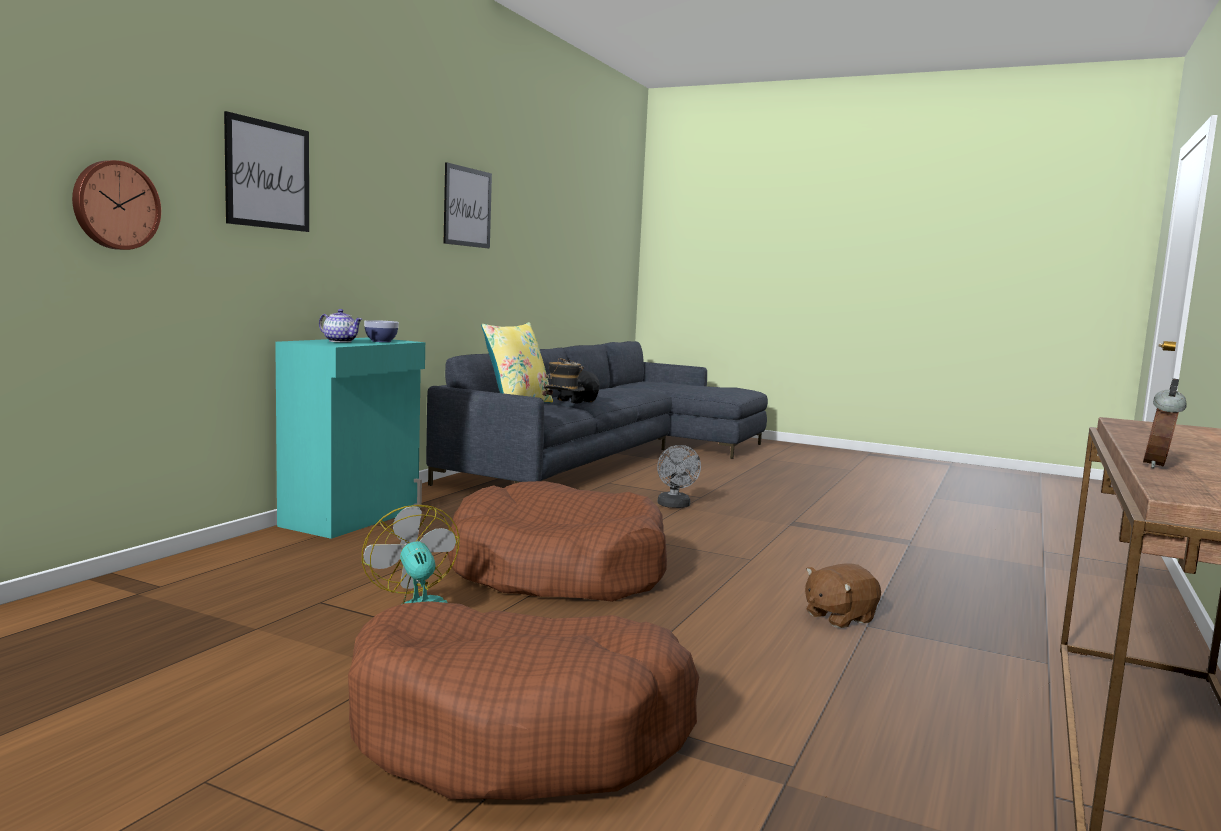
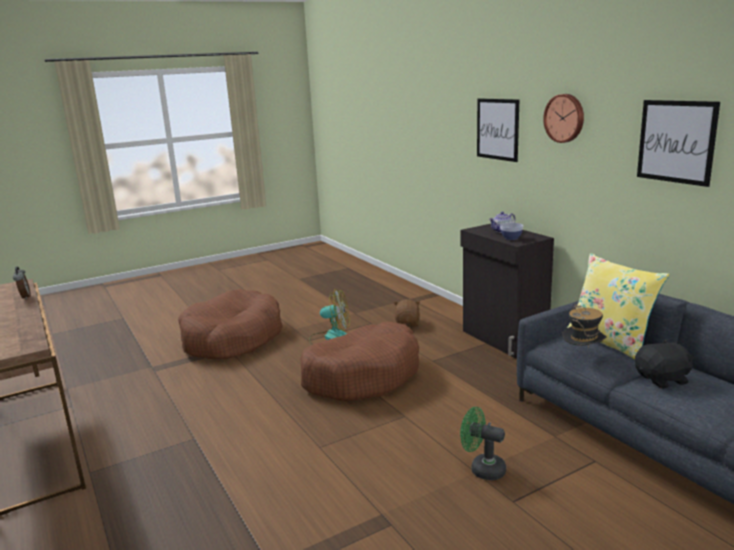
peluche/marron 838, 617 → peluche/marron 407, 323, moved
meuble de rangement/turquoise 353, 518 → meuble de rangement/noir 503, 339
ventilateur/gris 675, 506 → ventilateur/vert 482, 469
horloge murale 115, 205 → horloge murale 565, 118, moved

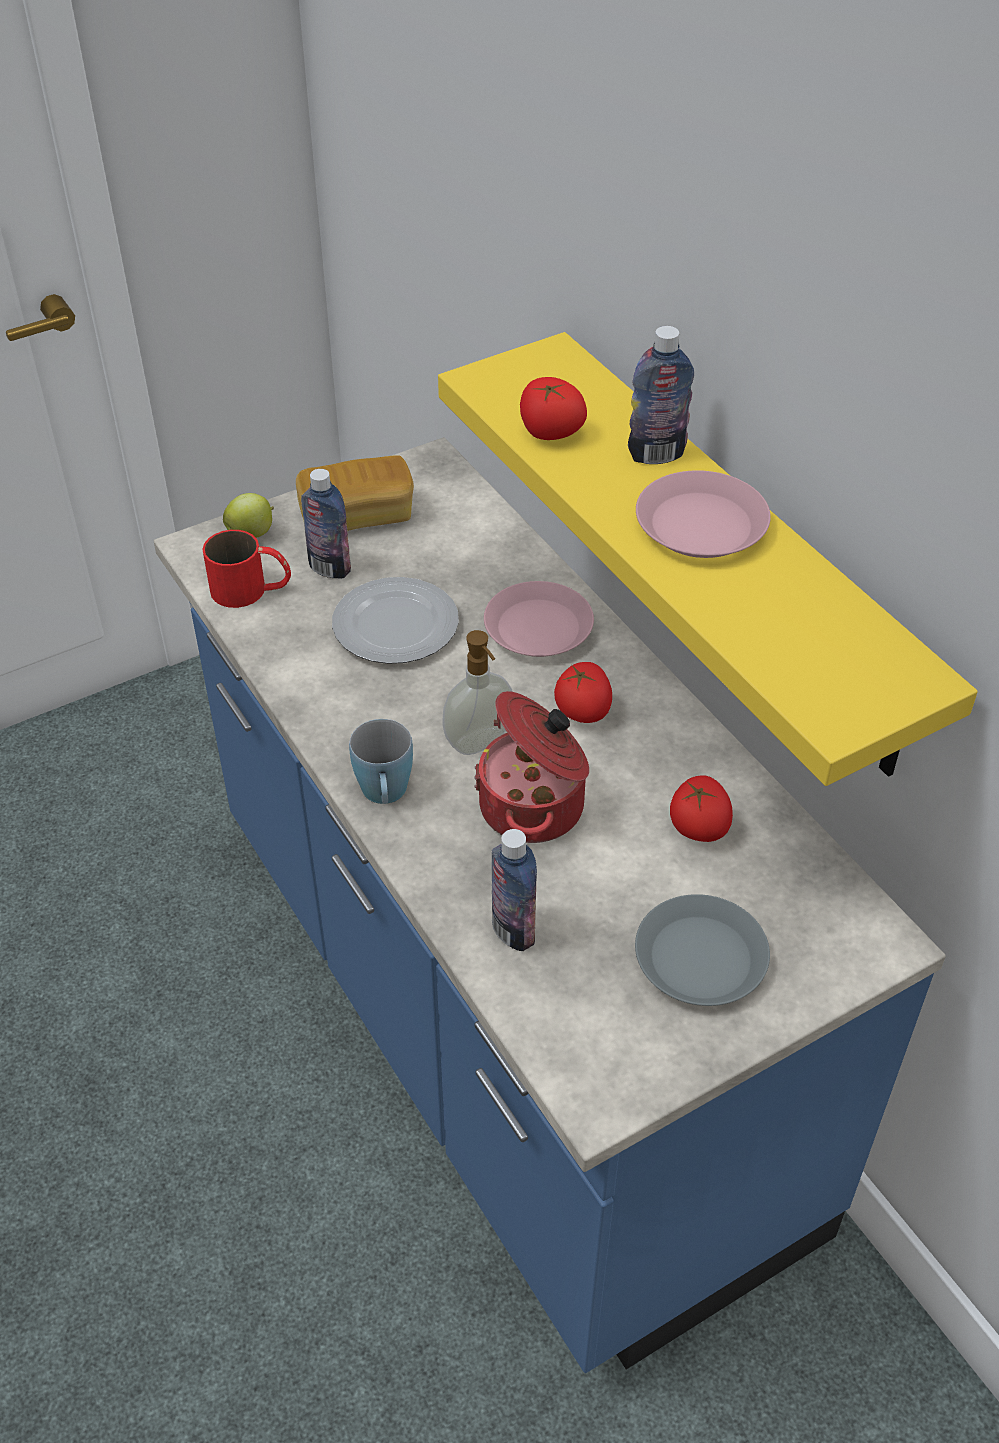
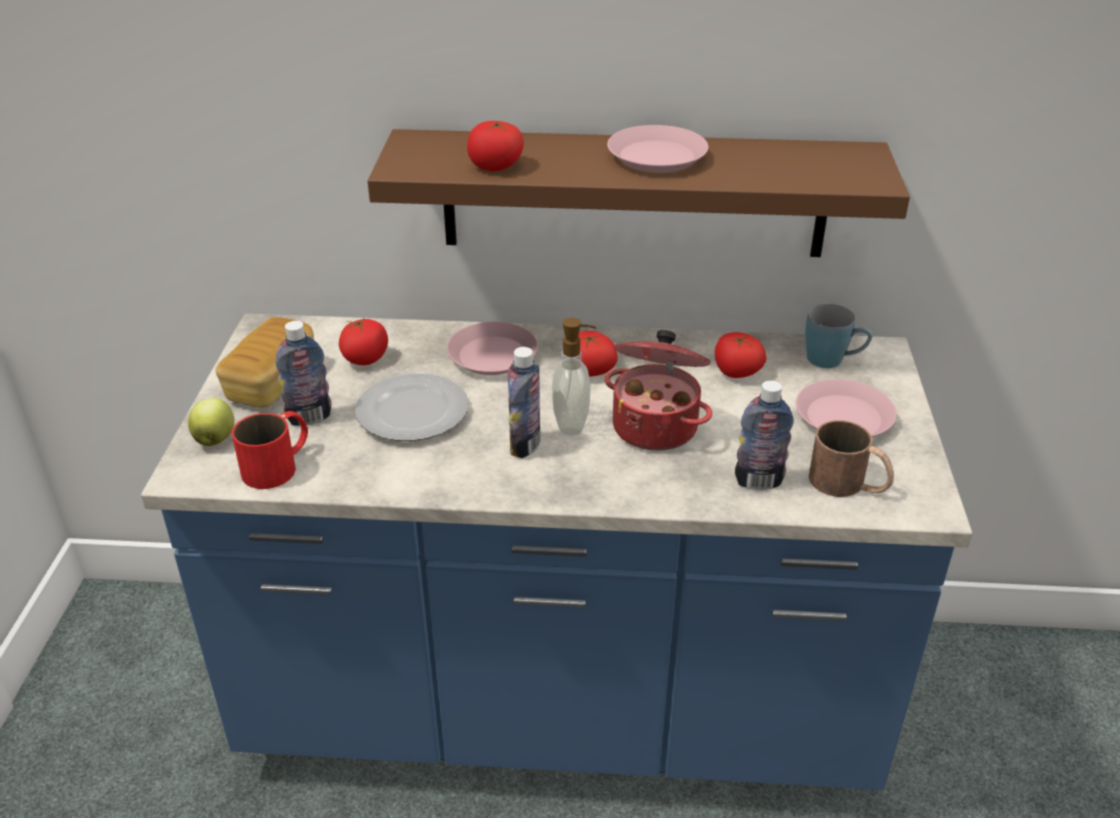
- → tomate 365, 359
étagère/jaune 735, 553 → étagère/marron 634, 194
bouteille 656, 454 → bouteille 525, 445, moved
assiette/gris 699, 958 → assiette/rose 843, 418
mug/bleu 385, 796 → mug/bleu 833, 361, moved
- → mug/marron 849, 484

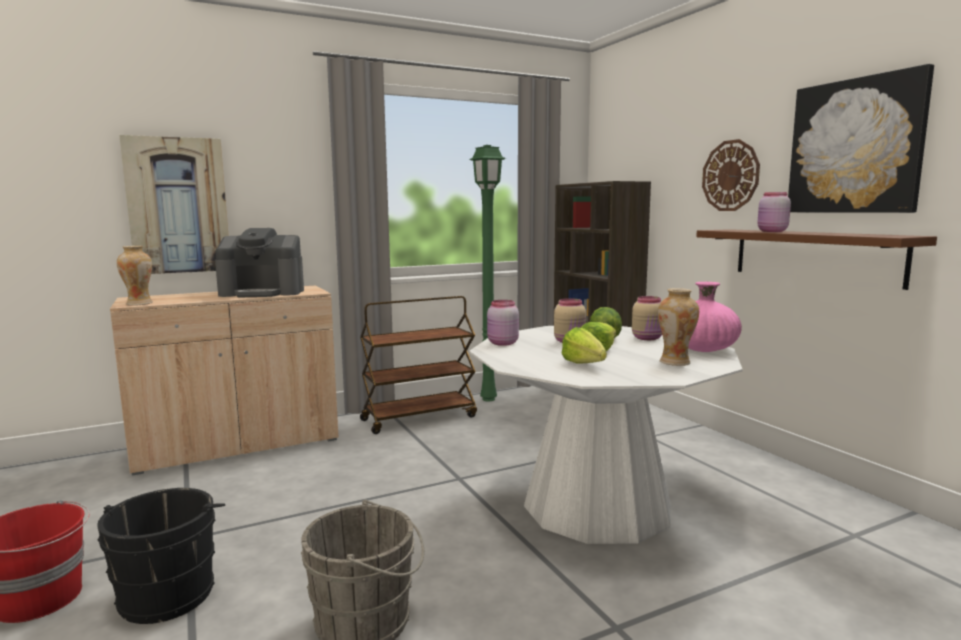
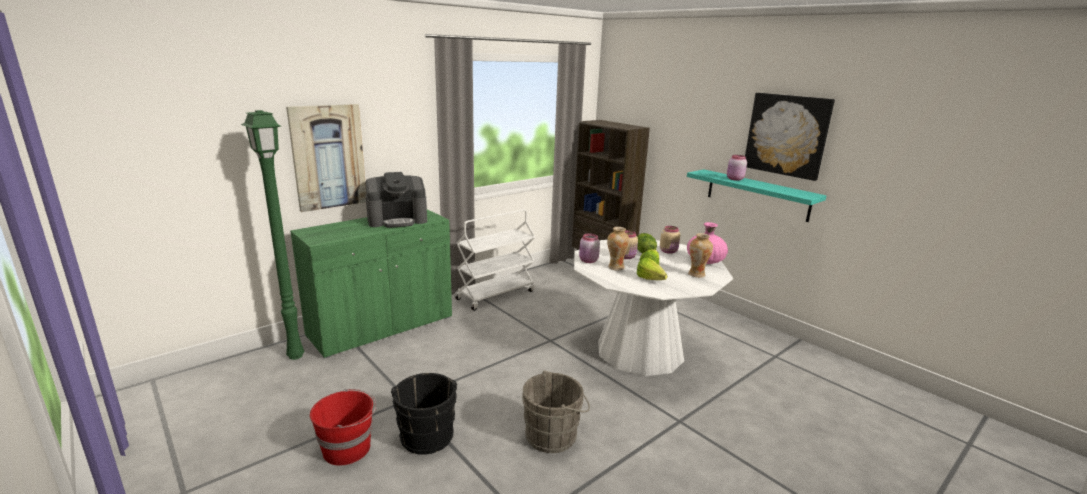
lampadaire/vert 489, 399 → lampadaire/vert 296, 355, moved
meuble de rangement/beige 238, 445 → meuble de rangement/vert 382, 327
chariot/marron 419, 418 → chariot/blanc 496, 294
vase 139, 304 → vase 616, 267, moved
étagère/marron 814, 256 → étagère/turquoise 757, 194
horloge murale 730, 176 → -

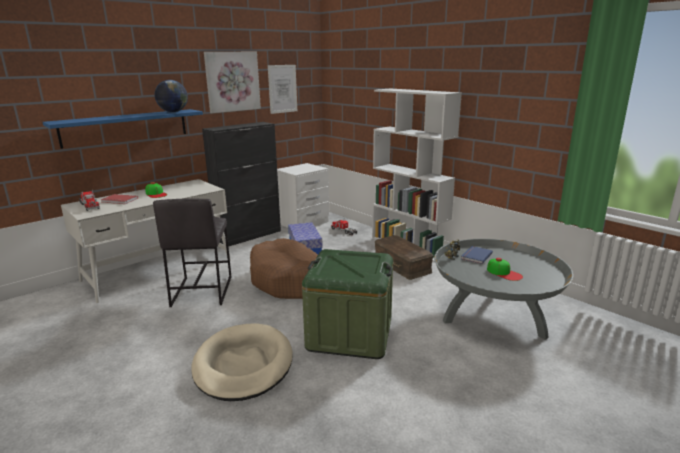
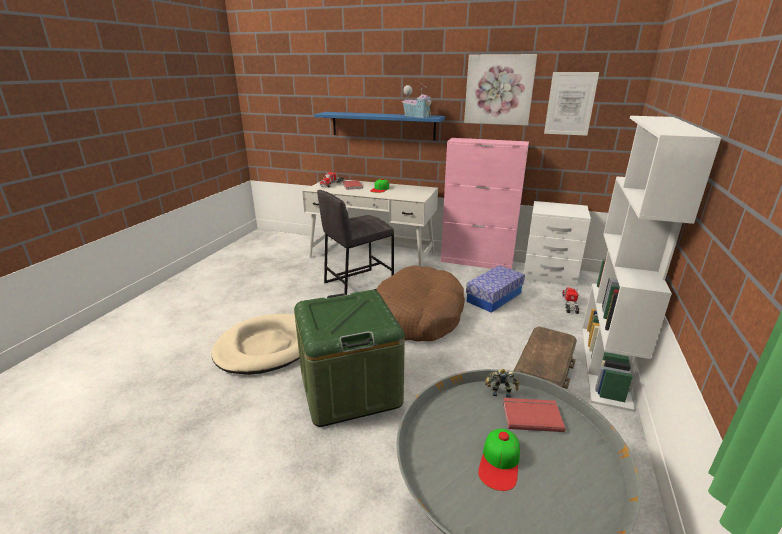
globe 173, 112 → maison miniature 417, 116
meuble de rangement/noir 249, 236 → meuble de rangement/rose 477, 262
livre/bleu 475, 256 → livre/rouge 531, 415

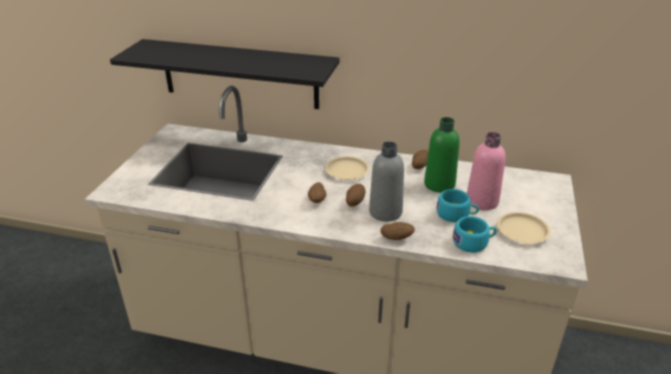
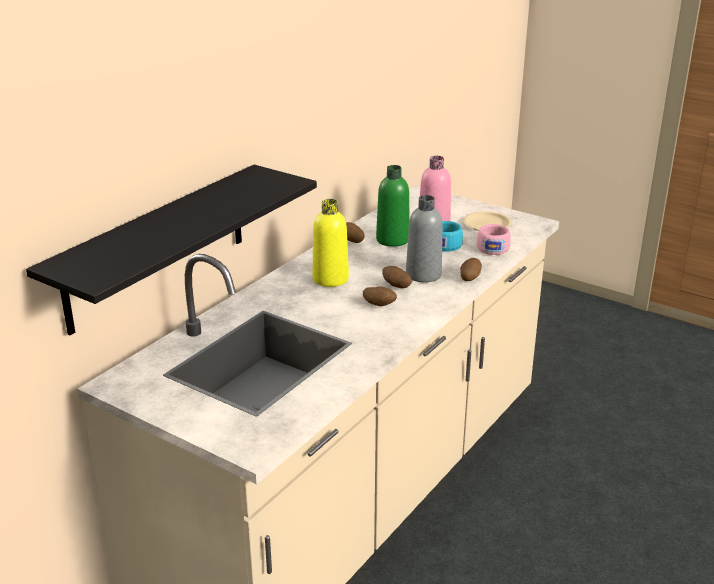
assiette/beige 346, 171 → bouteille/jaune 330, 279
tasse/turquoise 473, 242 → tasse/rose 493, 247

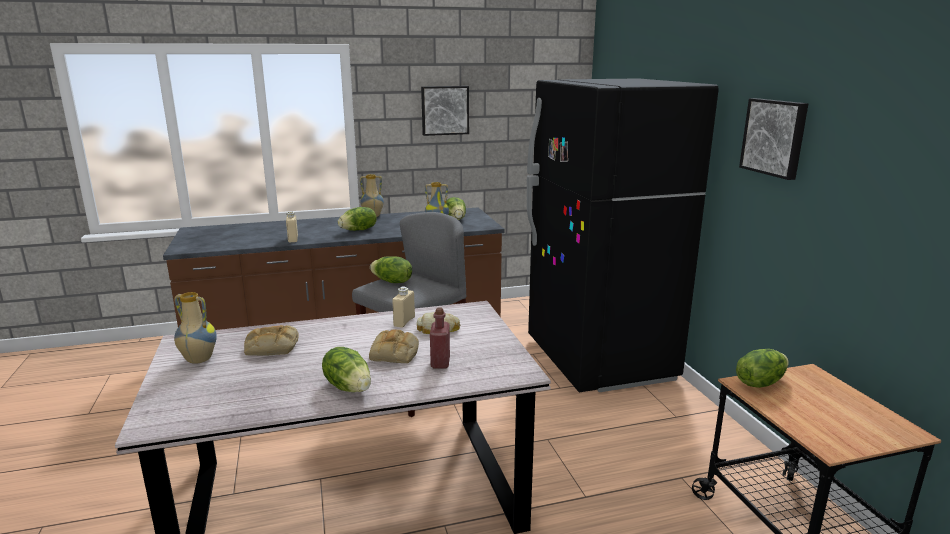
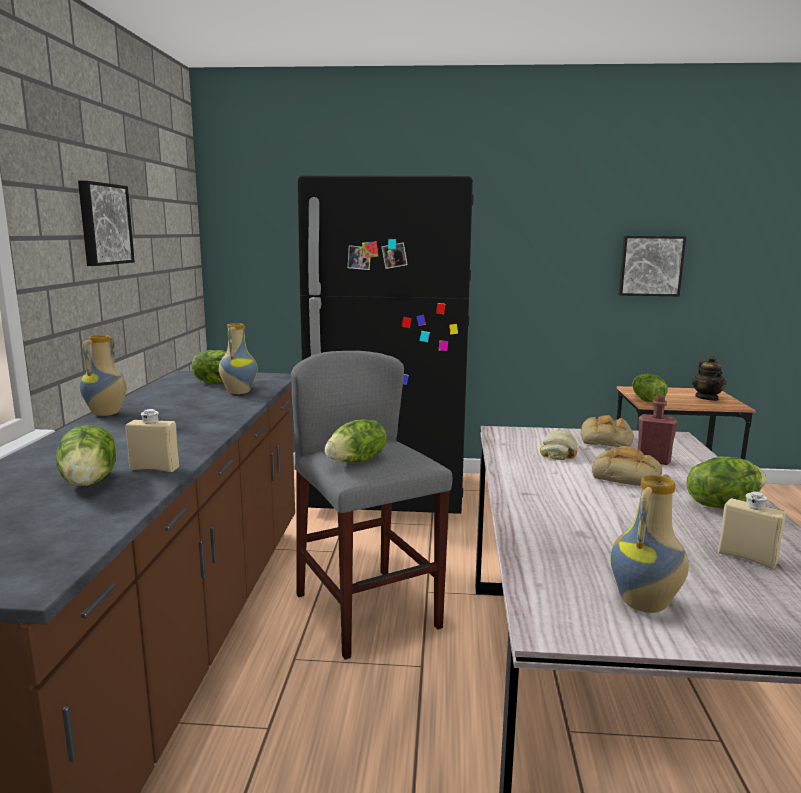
laitue 359, 230 → laitue 90, 481, moved
pain 271, 347 → pain 606, 440, moved
tableau 775, 137 → tableau 650, 266, moved
- → théière 707, 398
bouteille/beige 404, 321 → bouteille/beige 747, 558, moved

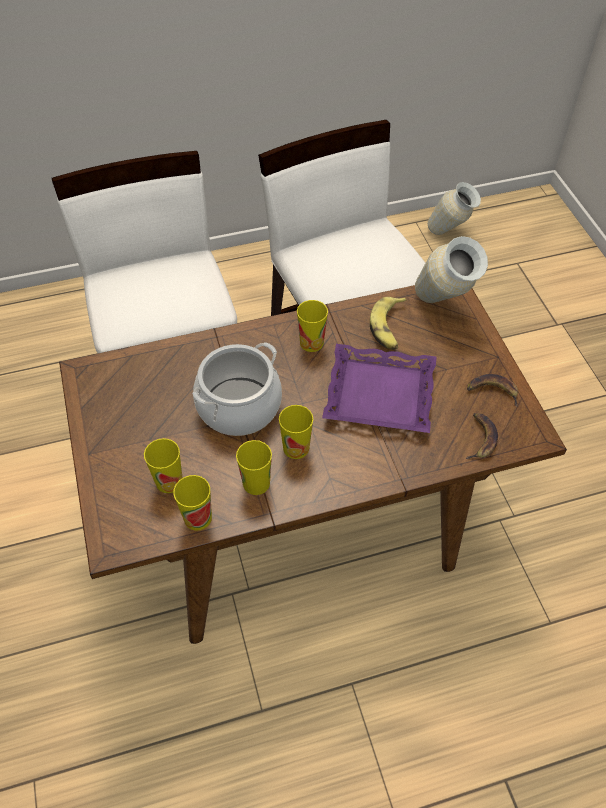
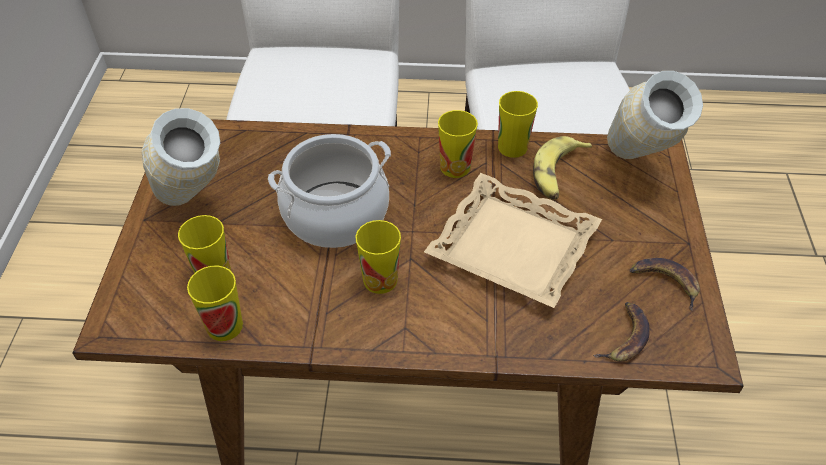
vase 449, 234 → vase 195, 210, moved
plateau/violet 380, 394 → plateau/beige 513, 246
tasse 256, 483 → tasse 512, 147, moved

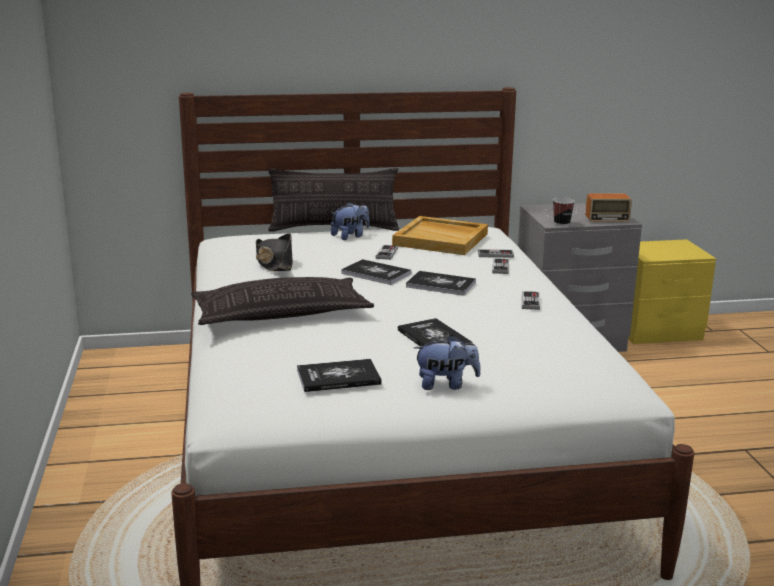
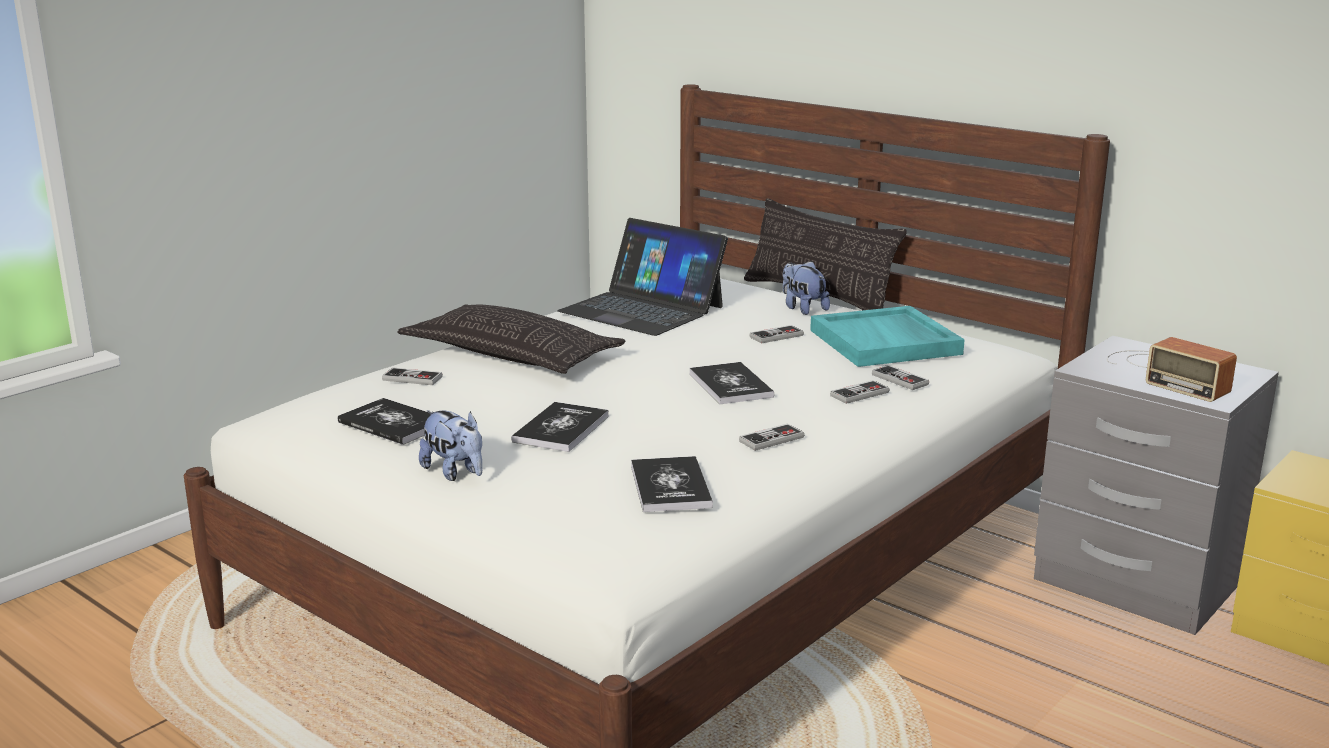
- → manette 412, 378
chapeau/noir 274, 263 → ordinateur portable 642, 309
livre 376, 273 → livre 670, 486, moved
peluche 350, 236 → peluche 802, 308, 135 degrees counterclockwise
plateau/beige 441, 239 → plateau/turquoise 886, 342
tasse 562, 223 → -

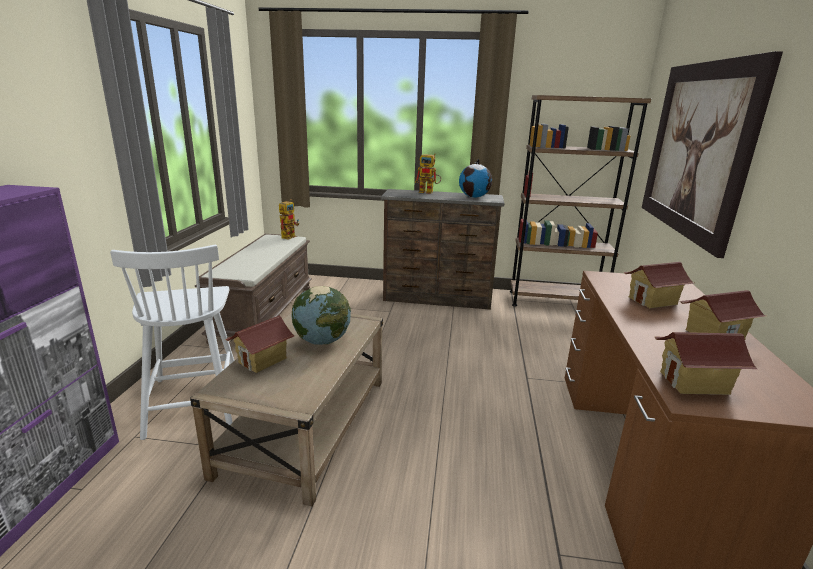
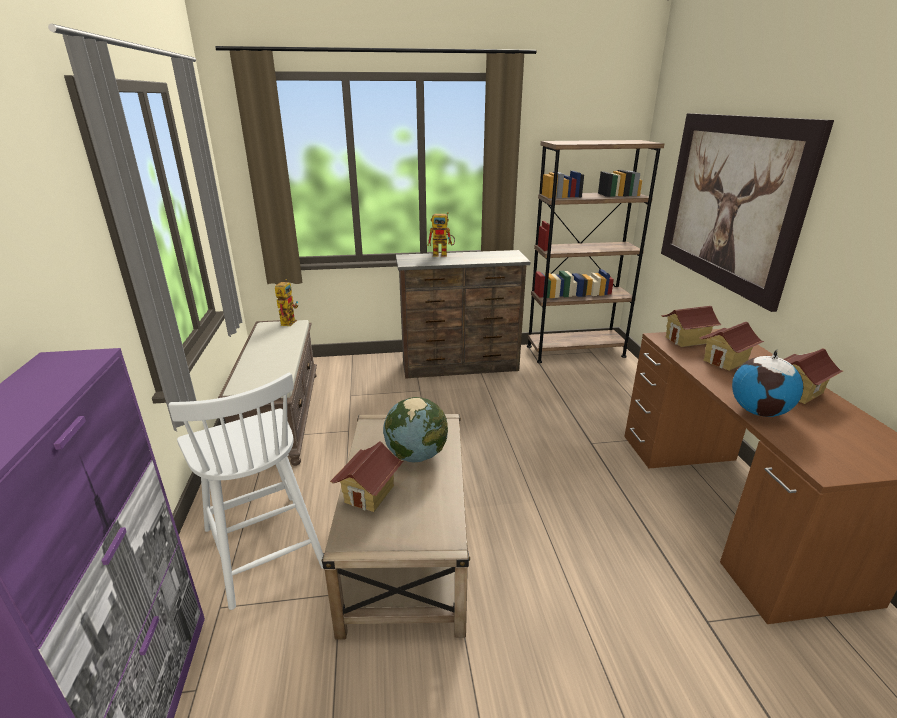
maison miniature 694, 383 → maison miniature 686, 340, moved
globe 474, 197 → globe 759, 411, moved

